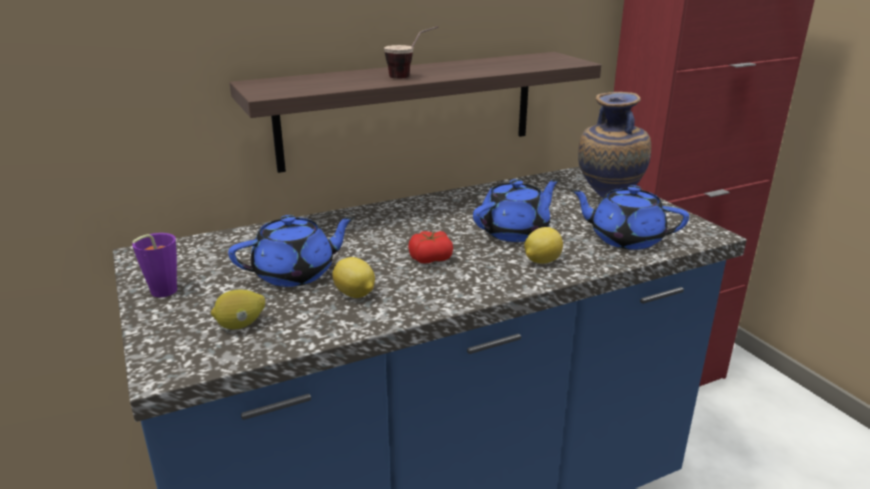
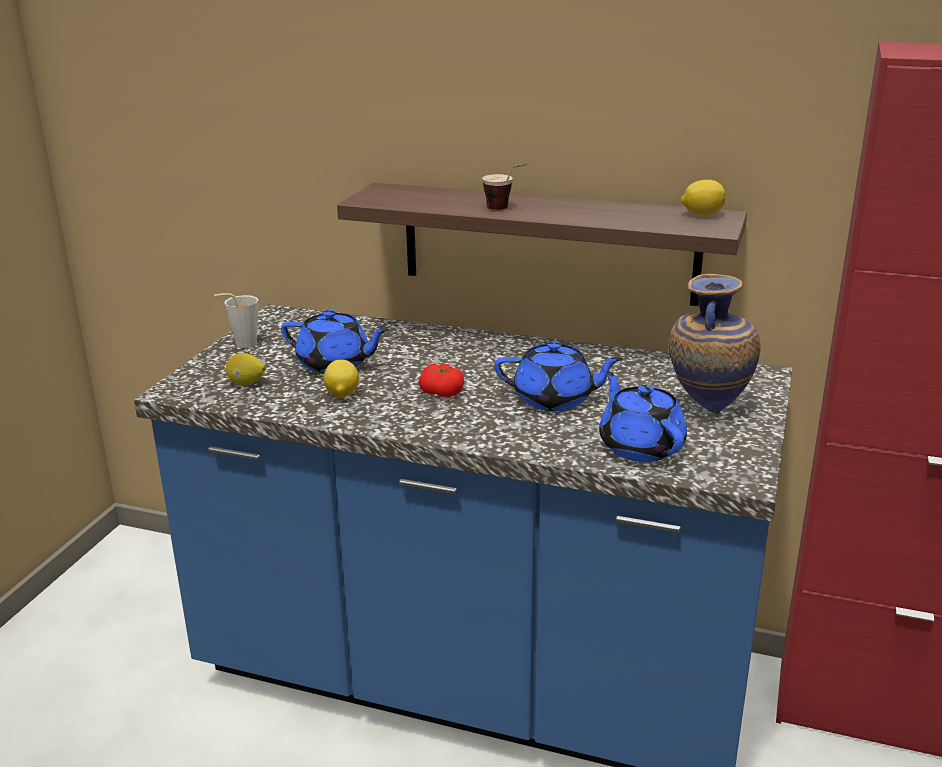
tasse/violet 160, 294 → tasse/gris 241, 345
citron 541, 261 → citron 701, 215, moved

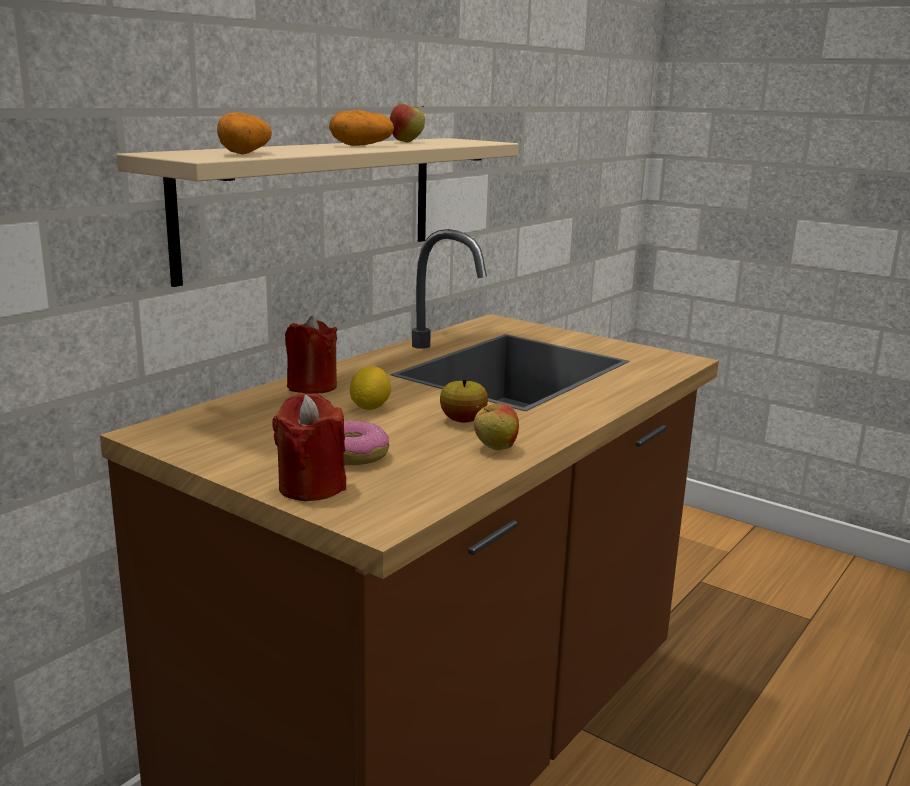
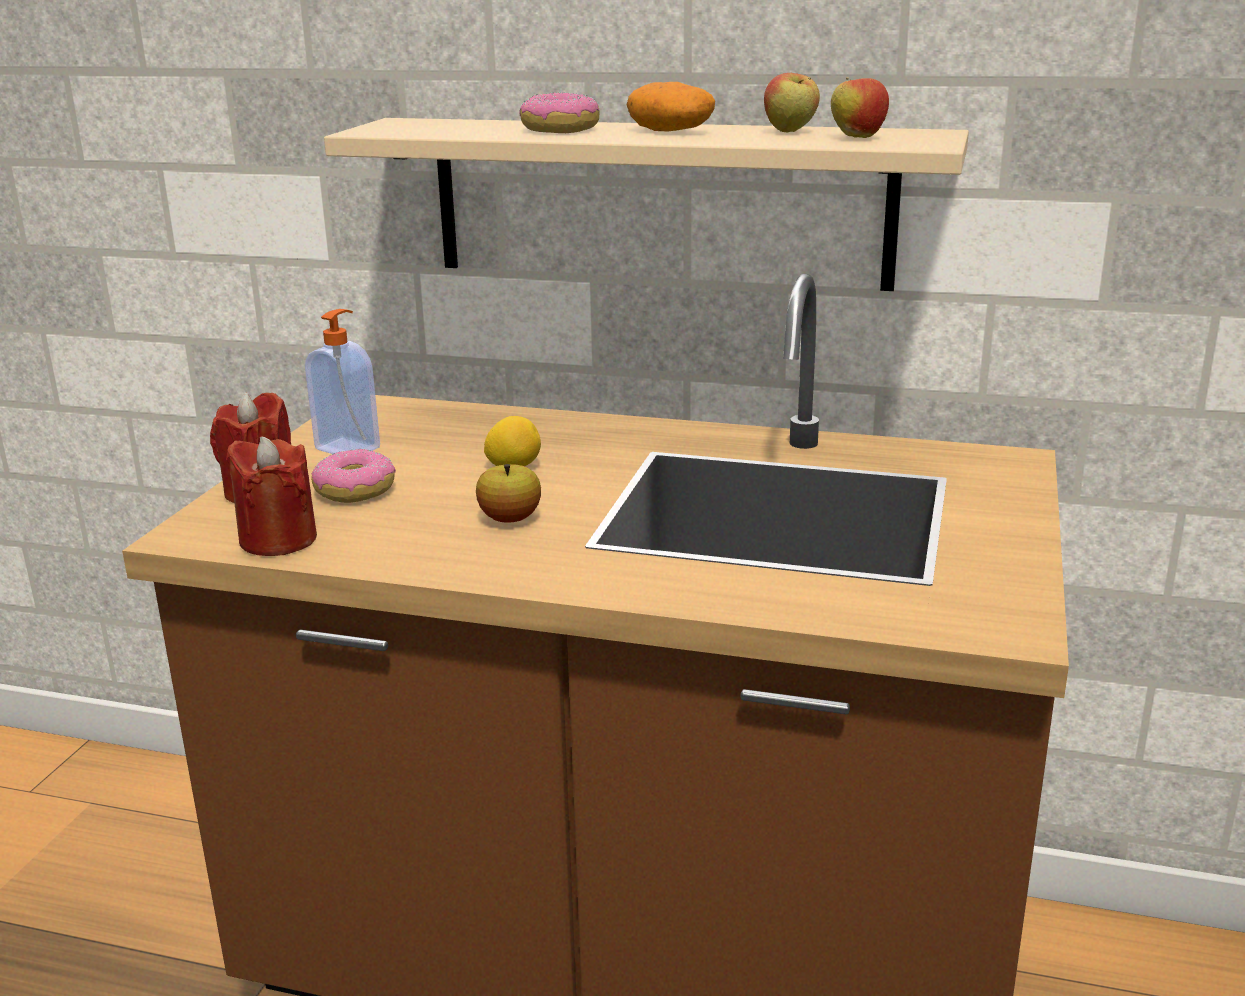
bougie/rouge 312, 386 → bougie/rouge 278, 539, moved
- → distributeur de savon 349, 448
- → beignet 559, 129
pomme 495, 448 → pomme 857, 137, moved
pomme de terre 244, 153 → -

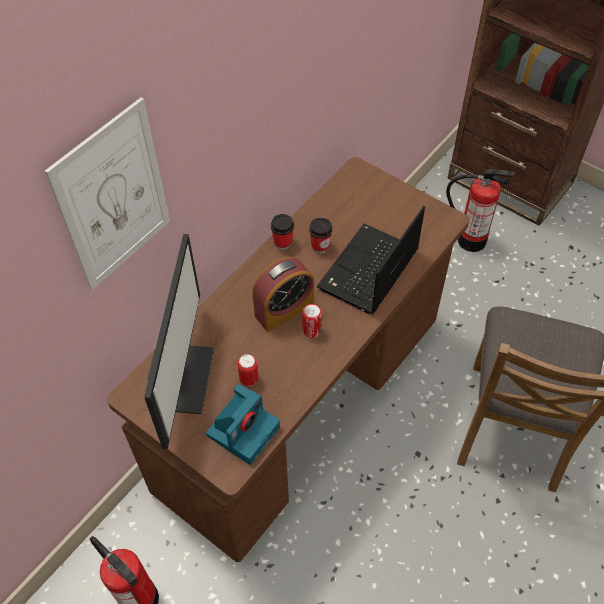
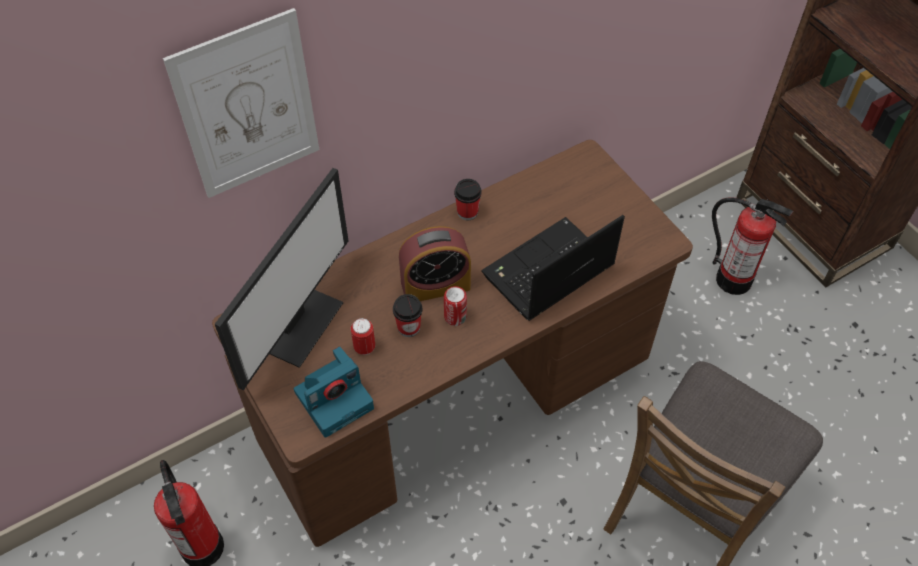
tasse 320, 246 → tasse 409, 327, moved

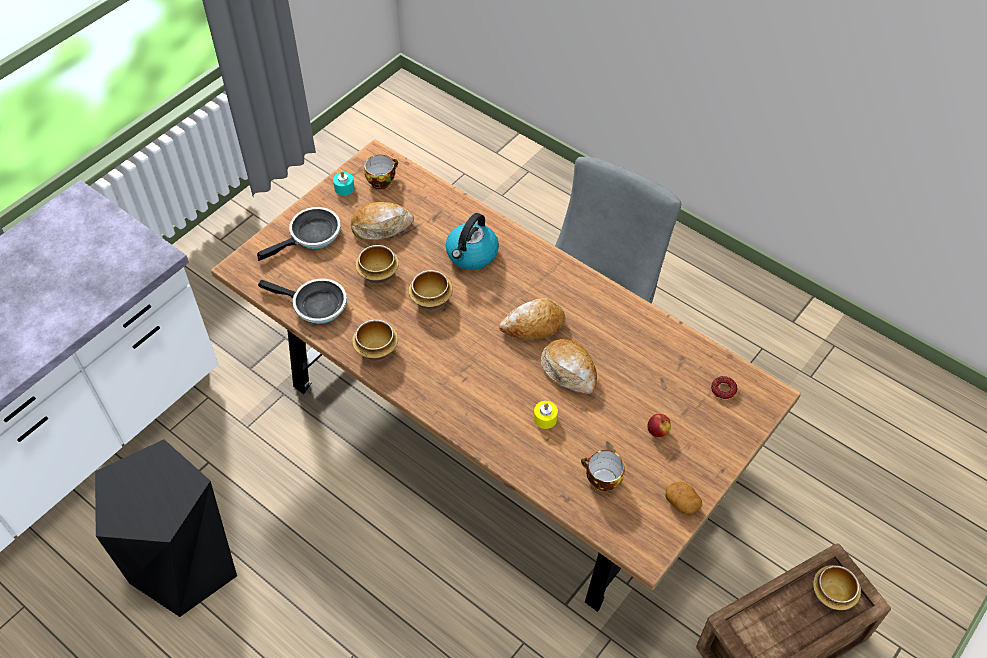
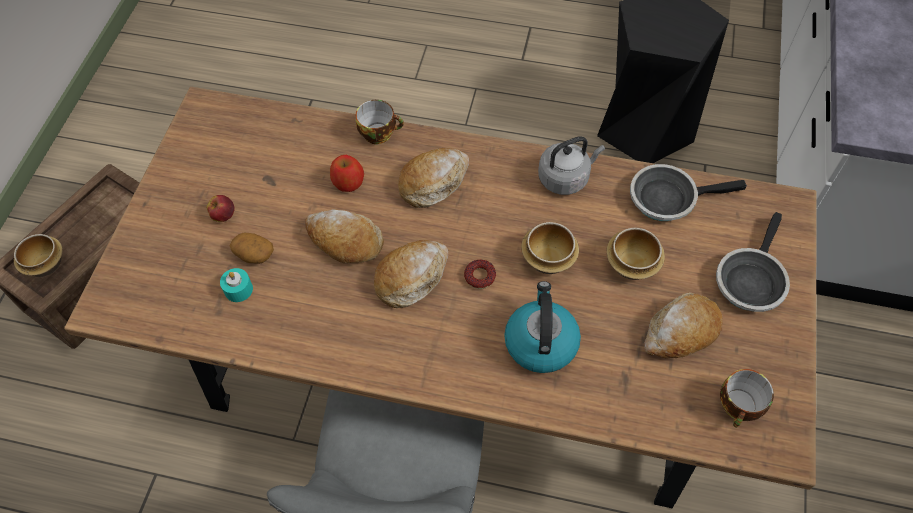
bougie/turquoise 344, 188 → bougie/turquoise 238, 289, moved
pomme de terre 682, 502 → pomme de terre 254, 254, moved
bougie/jaune 545, 418 → pomme 348, 181
tasse 601, 480 → tasse 379, 133, moved
- → pain 433, 182
beignet 723, 390 → beignet 480, 276, moved
bol 375, 350 → bouilloire/gris 565, 178

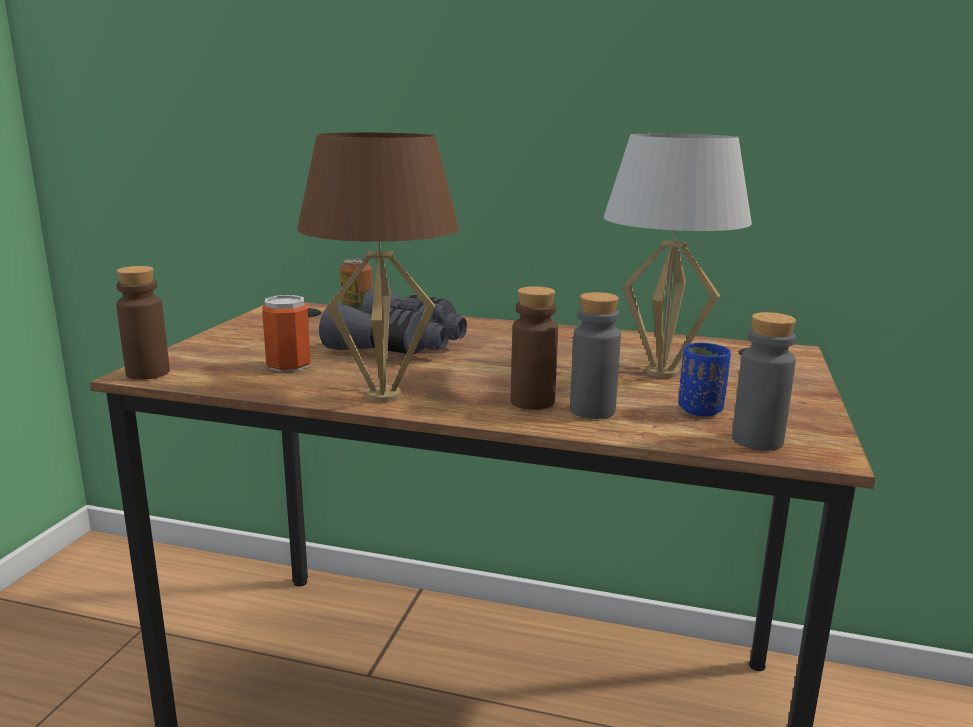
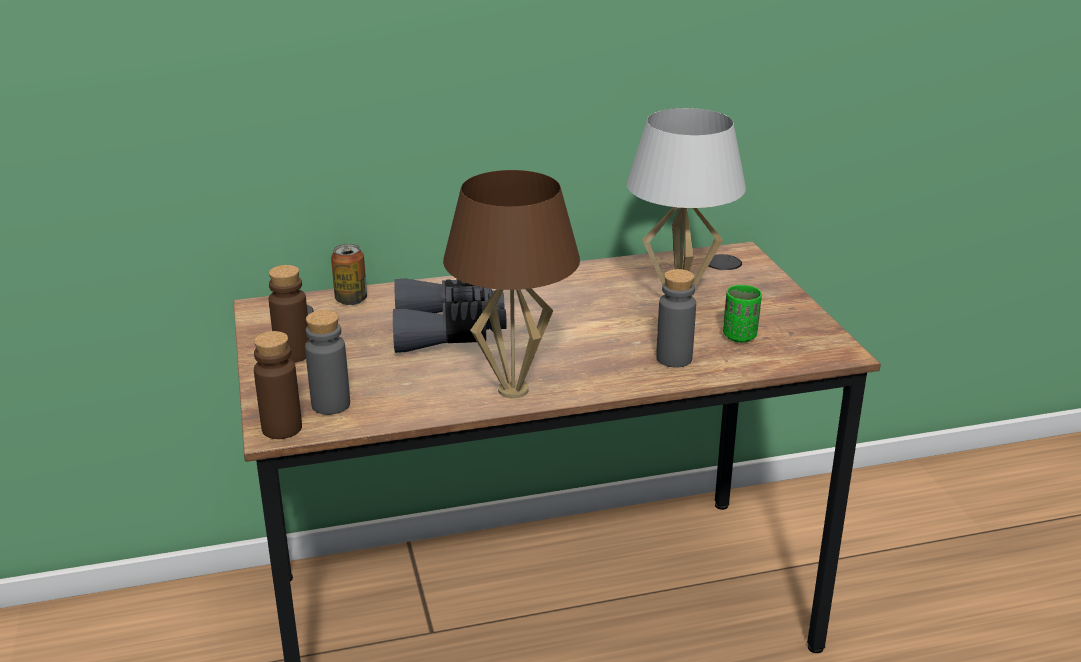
bouteille/marron 532, 402 → bouteille/marron 293, 354, moved
bouteille/gris 757, 440 → bouteille/gris 331, 404, moved
tasse/bleu 700, 410 → tasse/vert 739, 336
boîte métallique 288, 365 → -

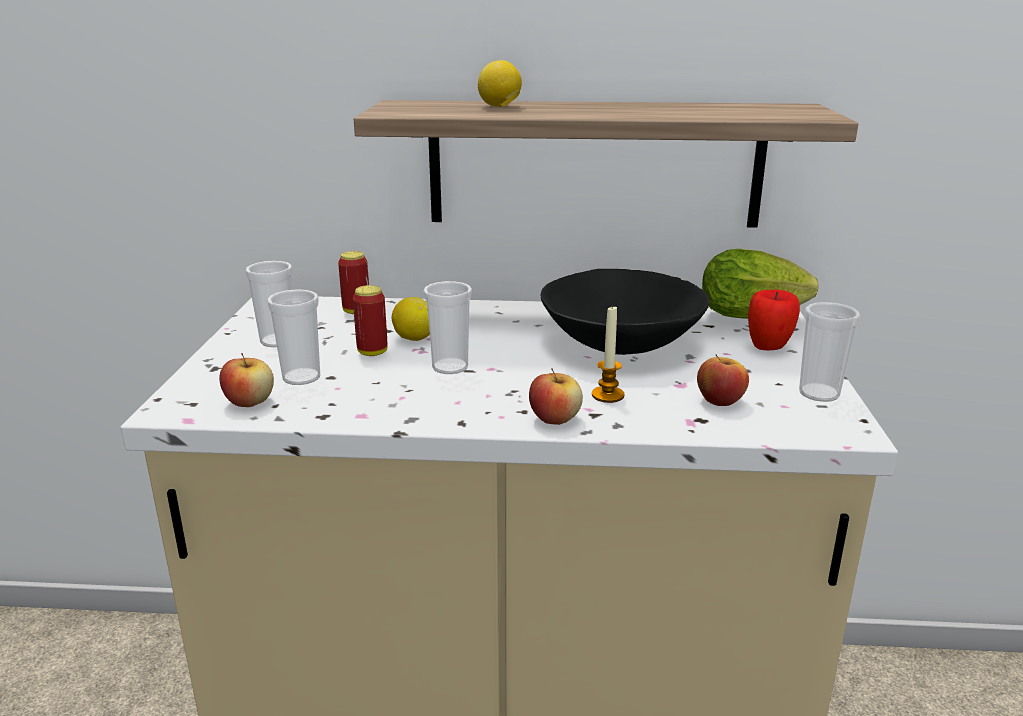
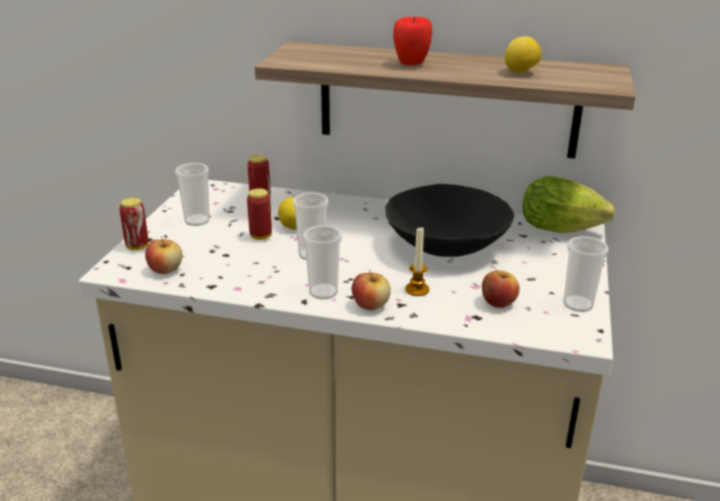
- → boîte métallique 137, 247
tasse 301, 377 → tasse 323, 292, moved
pomme 768, 348 → pomme 411, 64, moved
citron 500, 106 → citron 521, 73, moved

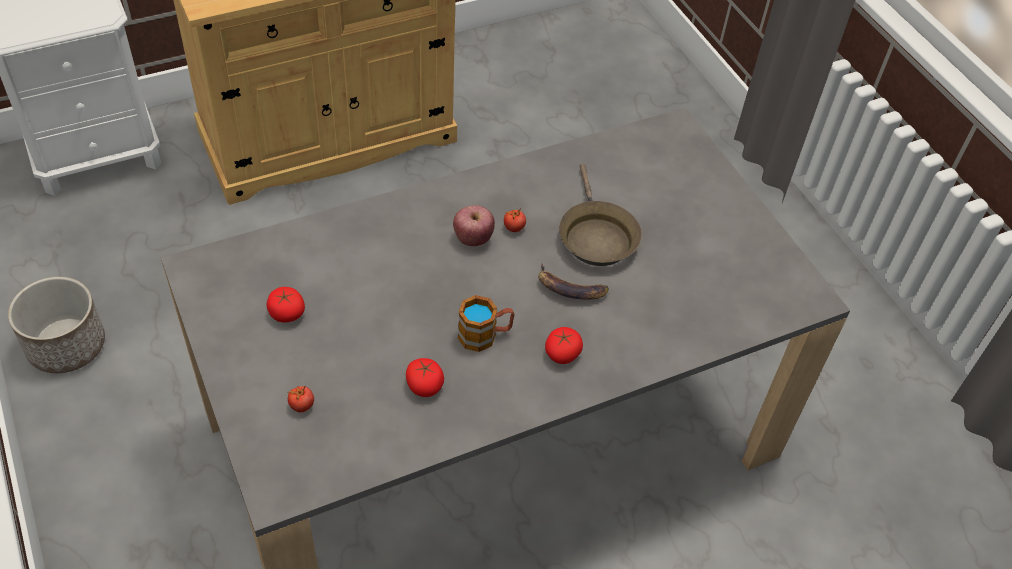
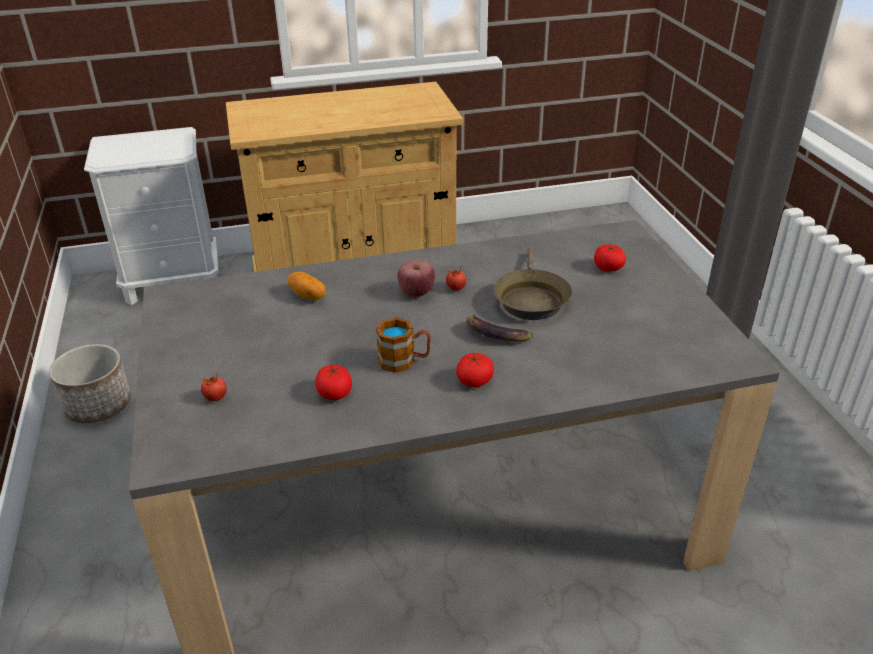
- → pomme de terre 308, 295
tomate 286, 313 → tomate 608, 267, moved

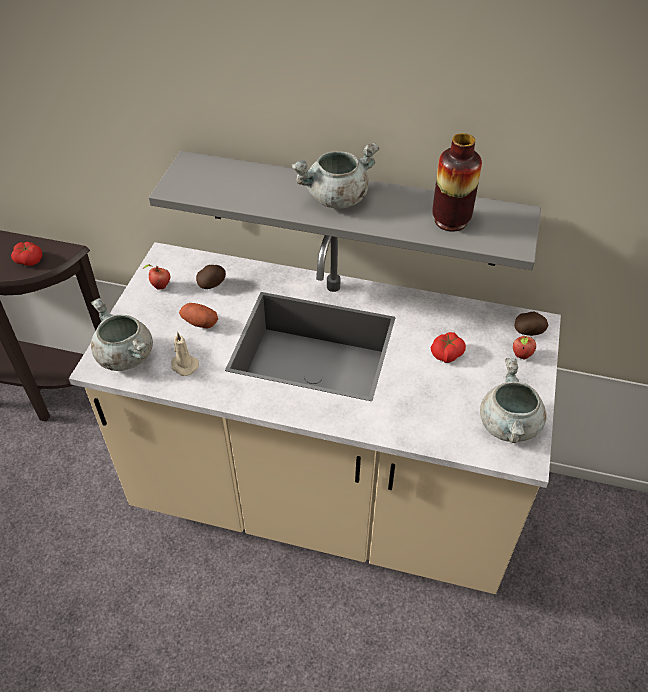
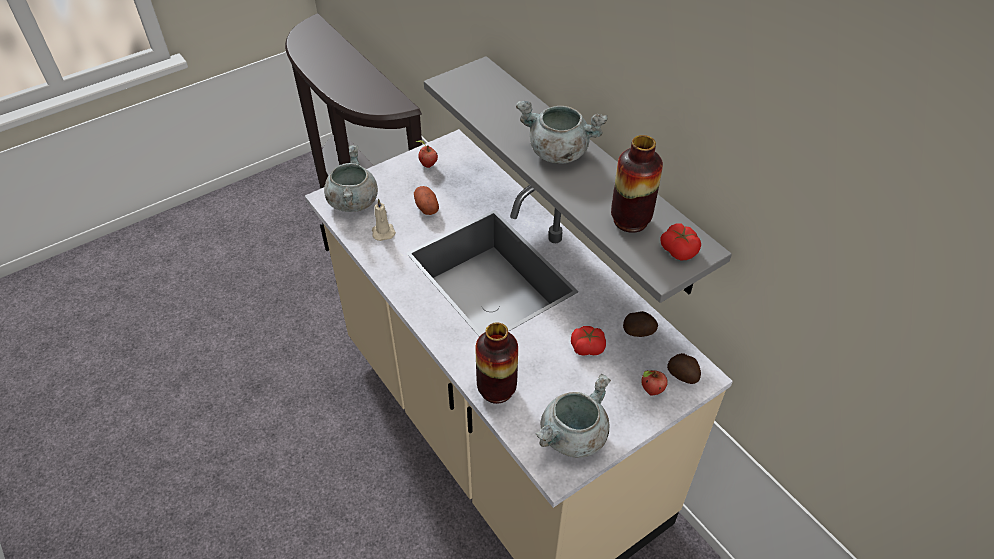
- → vase 496, 389
pomme de terre 212, 284 → pomme de terre 639, 332, moved
tomate 29, 260 → tomate 679, 249, moved

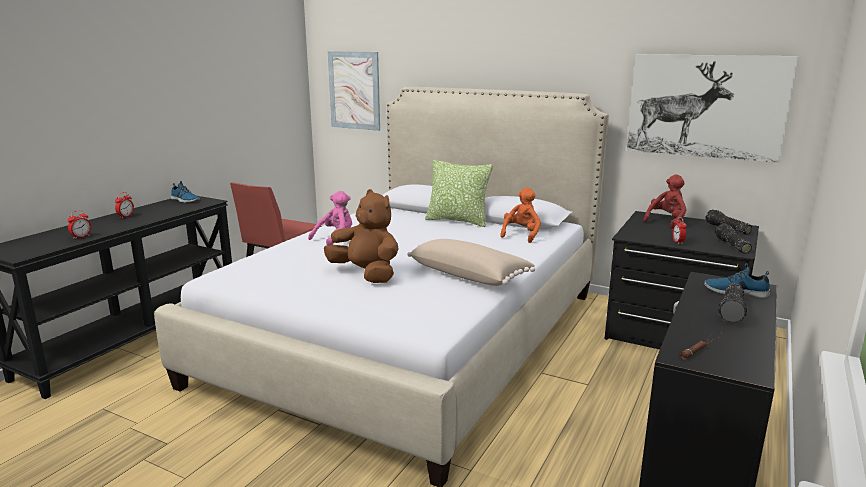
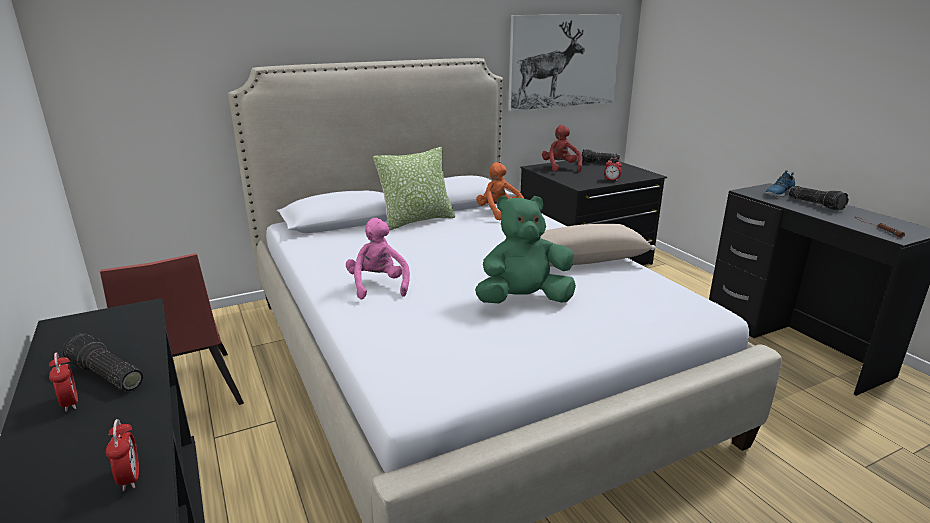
lampe de poche 731, 246 → lampe de poche 105, 376, moved
peluche/marron 366, 274 → peluche/vert 524, 300
chaussure 184, 200 → -
tableau 354, 90 → -

